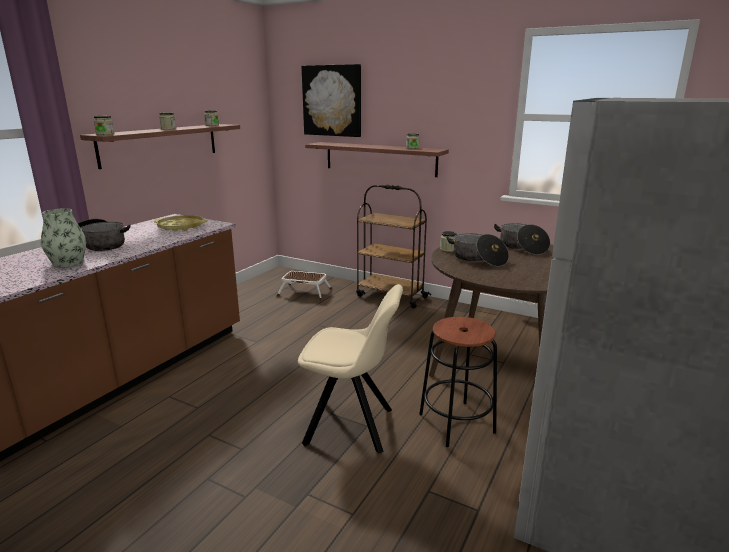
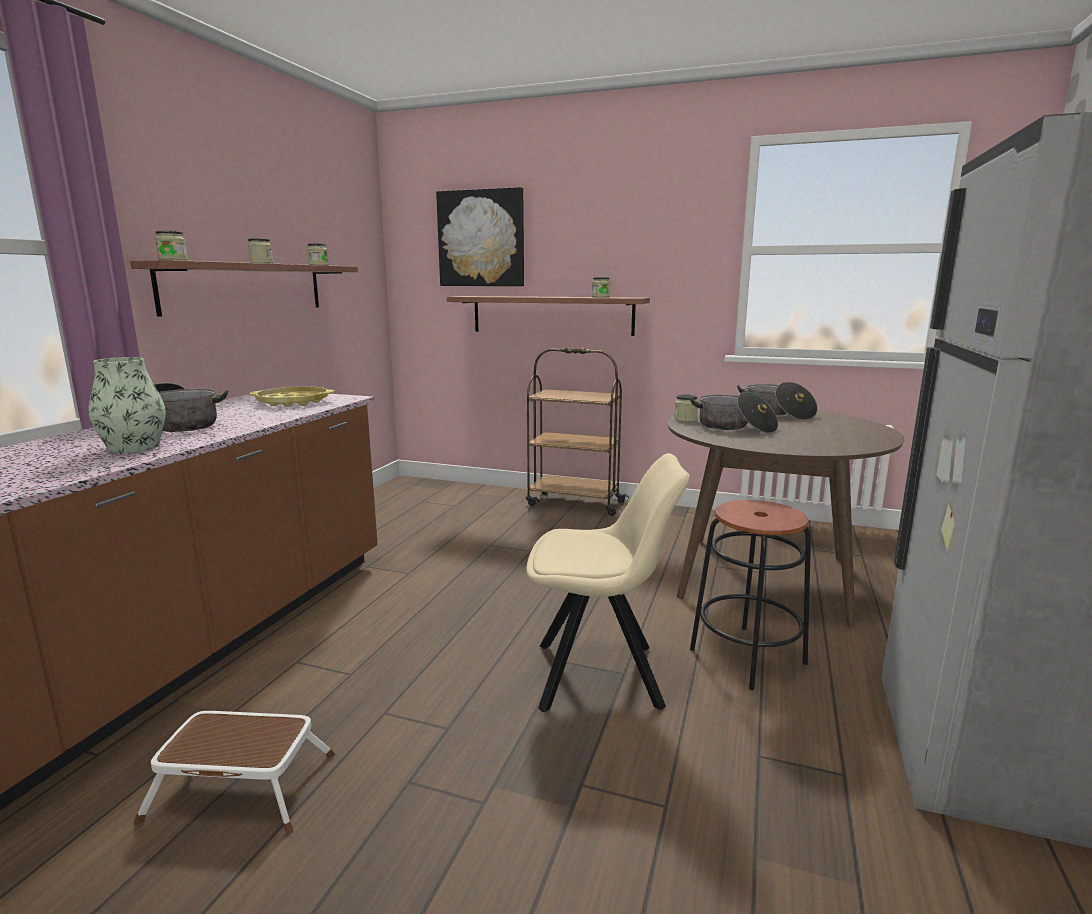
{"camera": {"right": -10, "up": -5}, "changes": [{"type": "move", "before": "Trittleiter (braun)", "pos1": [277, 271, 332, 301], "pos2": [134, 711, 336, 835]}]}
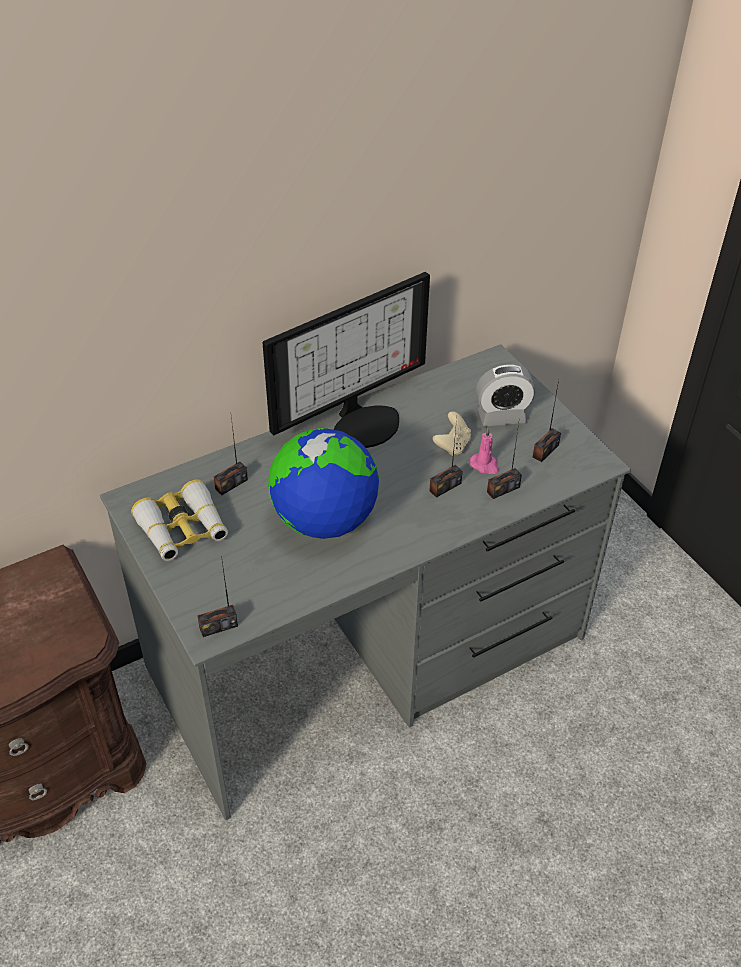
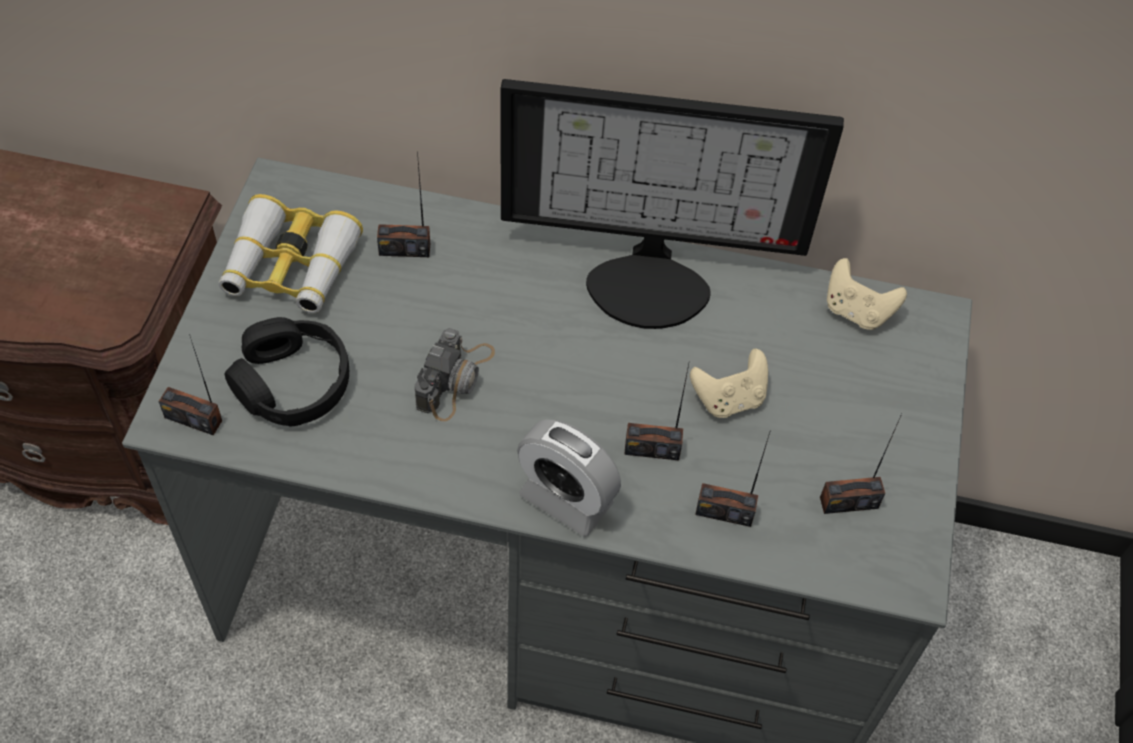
{"camera": {"right": 40, "up": 10}, "changes": [{"type": "replace", "before": "Globus", "after": "Kamera", "pos1": [268, 428, 379, 539], "pos2": [415, 328, 495, 421]}, {"type": "delete", "before": "Kerze (rosa)", "pos1": [470, 428, 499, 474]}, {"type": "move", "before": "Wecker", "pos1": [476, 364, 535, 426], "pos2": [517, 419, 621, 536]}, {"type": "insert", "after": "Kopfhörer (schwarz)", "pos2": [225, 317, 349, 427]}, {"type": "insert", "after": "Gamepad (beige)", "pos2": [827, 258, 907, 330]}]}
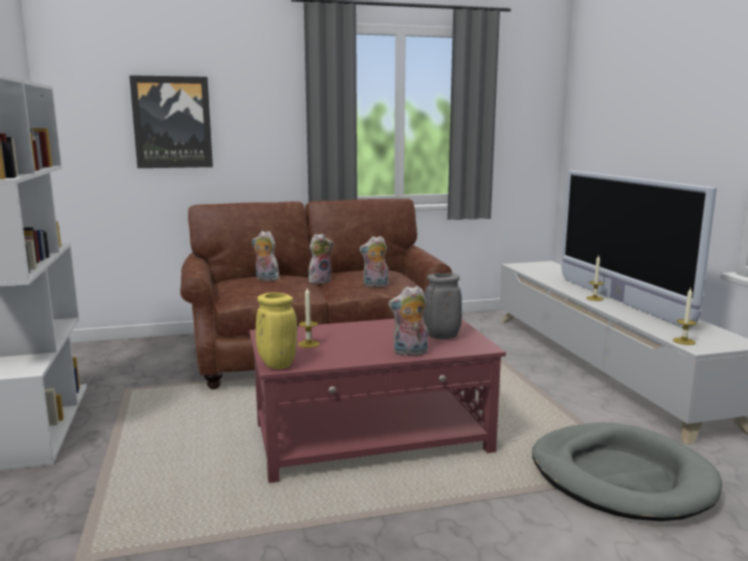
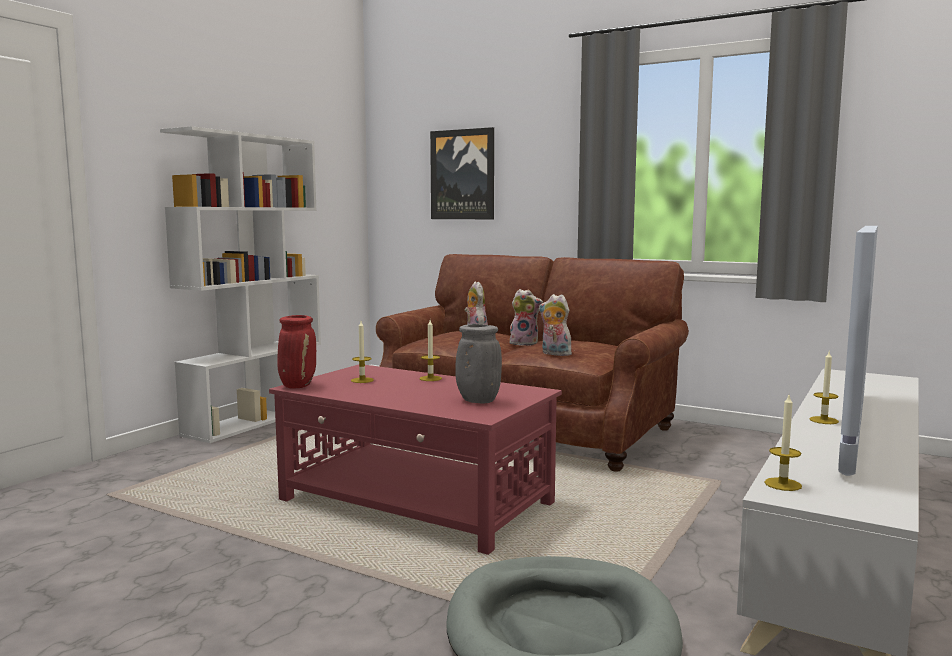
{"camera": {"right": 45, "up": -5}, "changes": [{"type": "recolor", "before": "Vase (gelb)", "after": "Vase (rot)", "pos1": [256, 293, 297, 369], "pos2": [278, 315, 316, 388]}, {"type": "delete", "before": "Plüschtier", "pos1": [388, 286, 428, 356]}, {"type": "insert", "after": "Kerze", "pos2": [419, 320, 442, 381]}]}
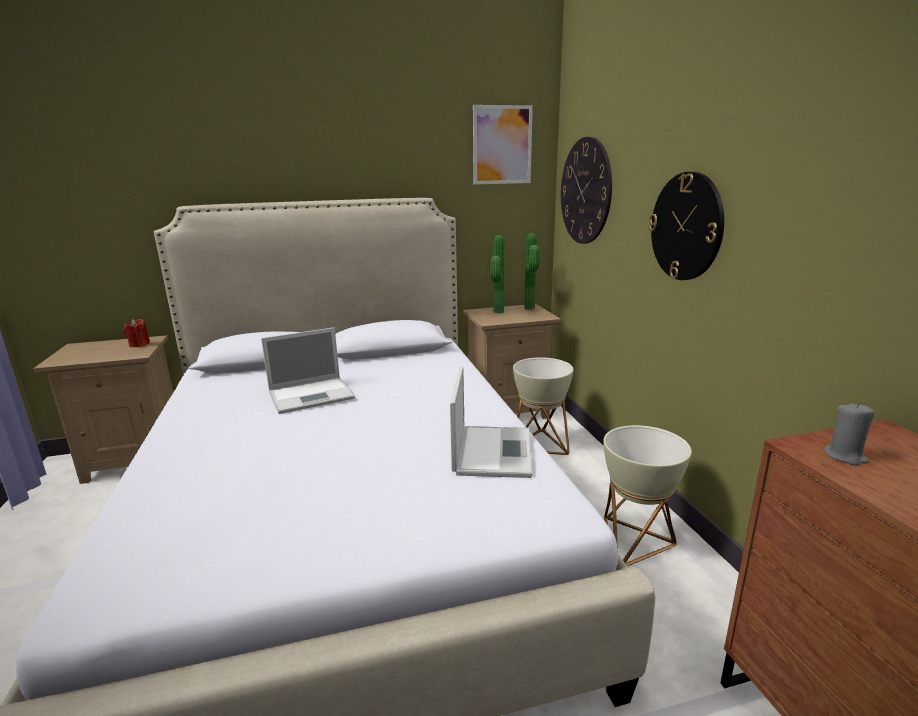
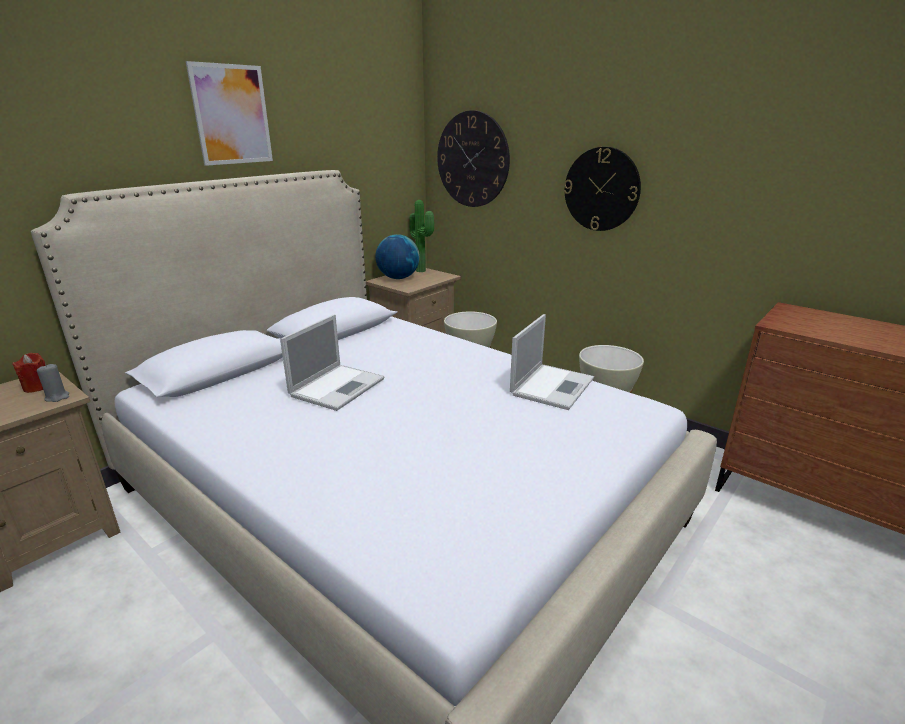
{"camera": {"right": -35, "up": 5}, "changes": [{"type": "rotate", "before": "Laptop", "pos1": [450, 366, 533, 478], "pos2": [510, 314, 594, 410], "turn": 60}, {"type": "move", "before": "Bild", "pos1": [473, 105, 533, 185], "pos2": [186, 61, 273, 166]}, {"type": "replace", "before": "Topfpflanze", "after": "Globus", "pos1": [491, 235, 504, 313], "pos2": [375, 234, 420, 279]}, {"type": "move", "before": "Kerze (grau)", "pos1": [824, 403, 874, 466], "pos2": [37, 364, 69, 402]}]}
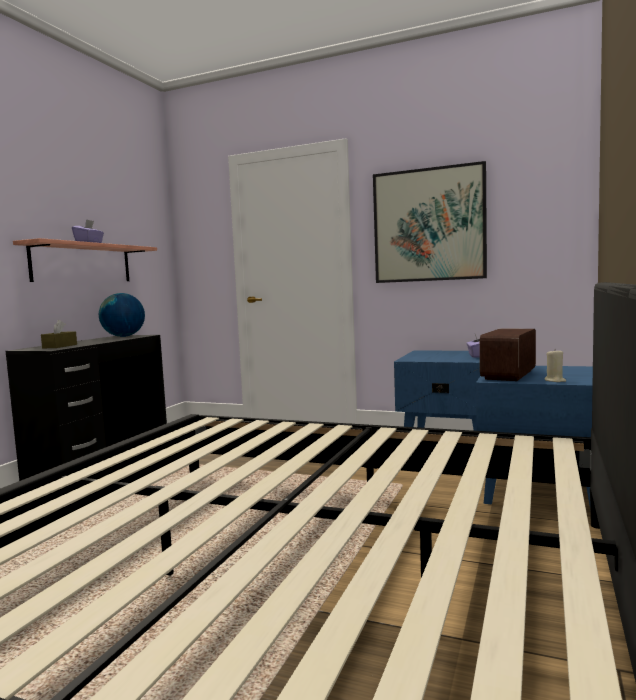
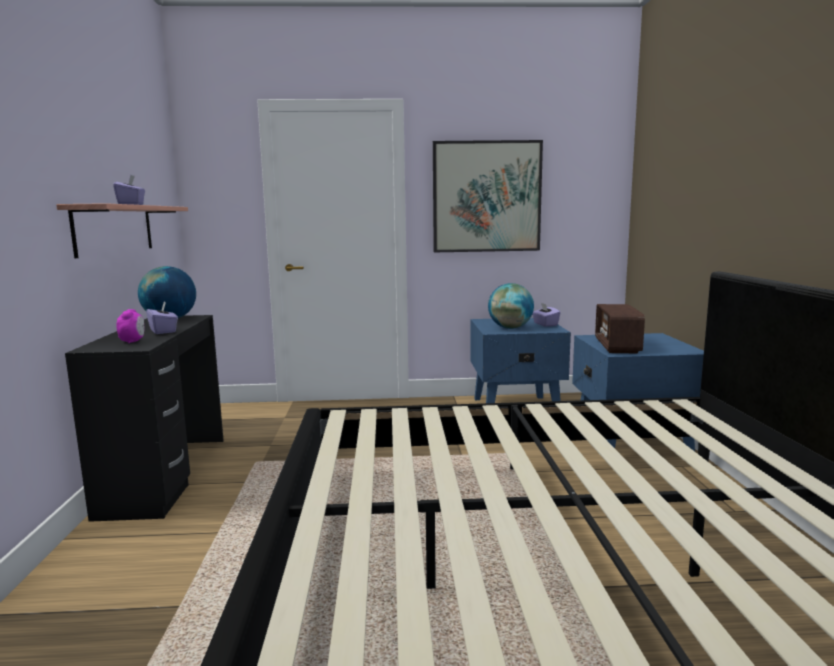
{"camera": {"right": -25, "up": 5}, "changes": [{"type": "replace", "before": "Taschentuchbox (braun)", "after": "Wecker", "pos1": [41, 320, 77, 348], "pos2": [117, 309, 144, 344]}, {"type": "delete", "before": "Kerze (beige)", "pos1": [545, 351, 566, 382]}, {"type": "insert", "after": "Taschentuchbox (lila)", "pos2": [146, 302, 178, 334]}, {"type": "insert", "after": "Globus", "pos2": [488, 283, 534, 329]}]}
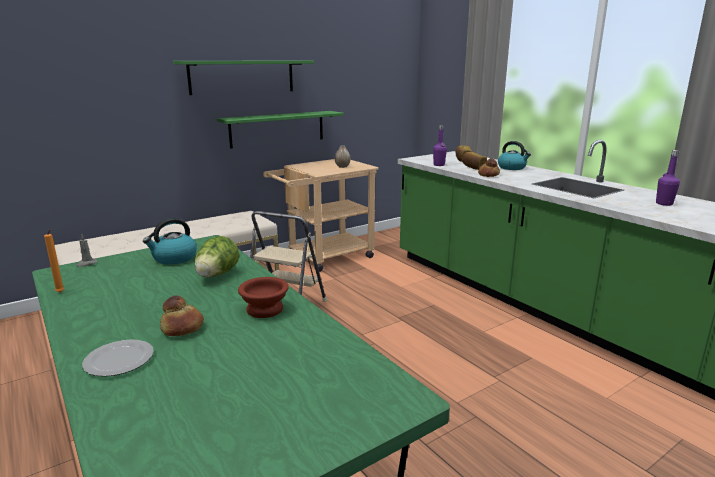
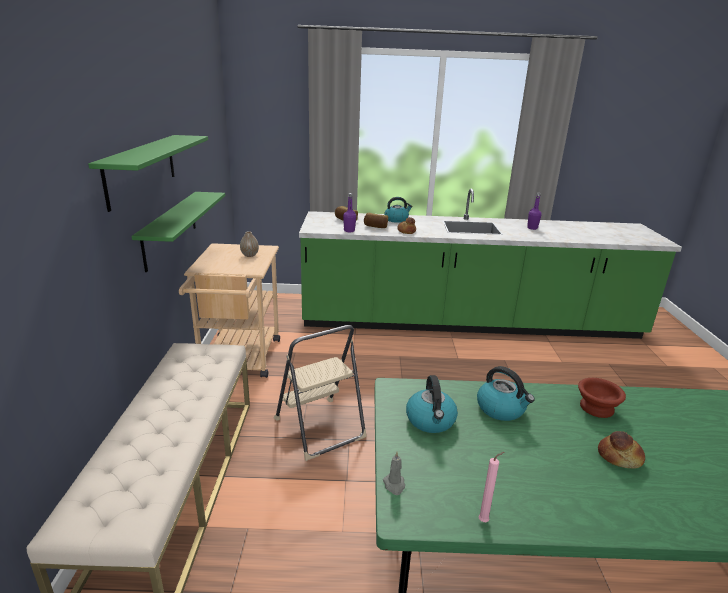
{"camera": {"right": -55, "up": 5}, "changes": [{"type": "recolor", "before": "Kerze (orange)", "after": "Kerze (rosa)", "pos1": [44, 230, 64, 293], "pos2": [478, 452, 504, 522]}, {"type": "delete", "before": "Teller", "pos1": [82, 339, 154, 377]}, {"type": "replace", "before": "Salatkopf", "after": "Wasserkessel", "pos1": [195, 236, 239, 277], "pos2": [477, 366, 535, 421]}]}
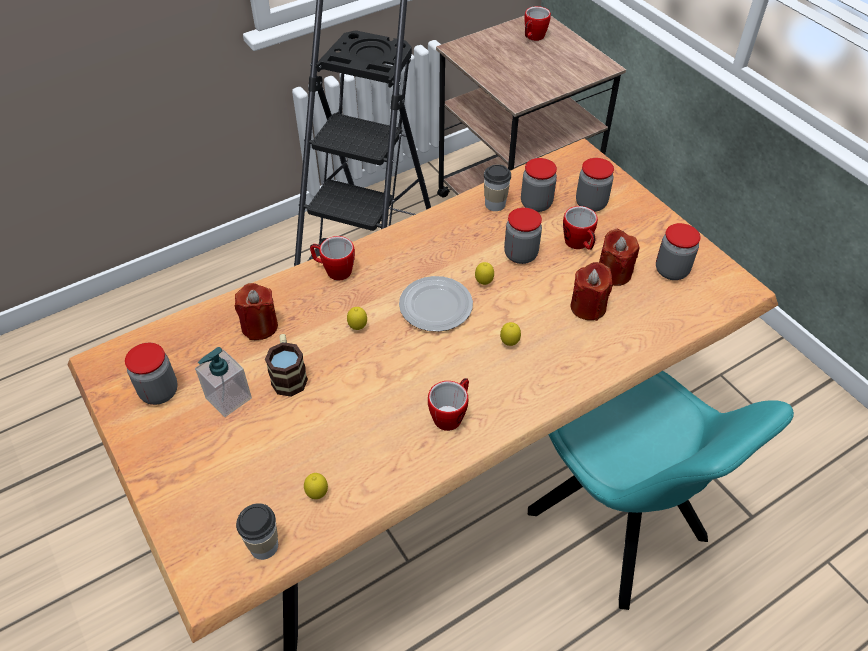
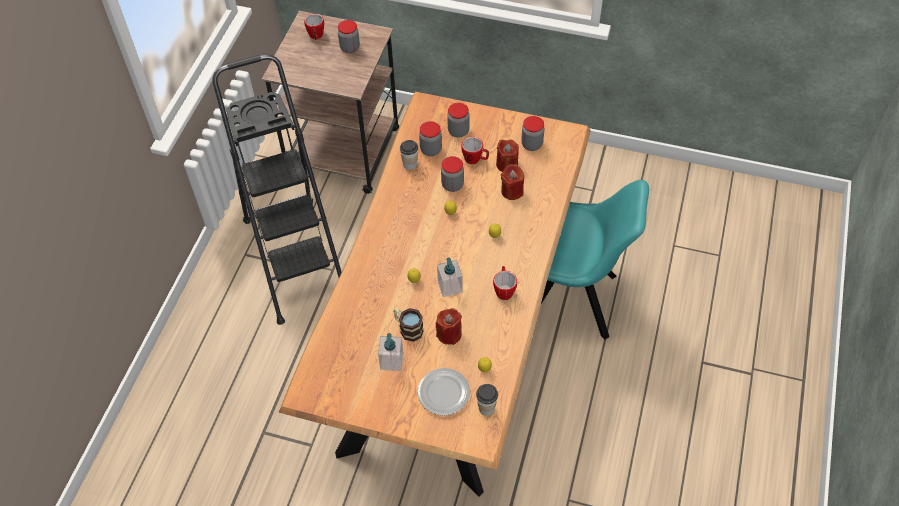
{"camera": {"right": -40, "up": 5}, "changes": [{"type": "move", "before": "Vorratsglas", "pos1": [125, 343, 178, 405], "pos2": [338, 20, 360, 53]}, {"type": "move", "before": "Kerze (rot)", "pos1": [235, 283, 278, 340], "pos2": [436, 308, 462, 345]}, {"type": "delete", "before": "Henkelbecher", "pos1": [310, 236, 355, 280]}, {"type": "move", "before": "Teller", "pos1": [399, 276, 473, 332], "pos2": [417, 368, 470, 416]}, {"type": "insert", "after": "Seifenspender", "pos2": [437, 258, 463, 297]}]}
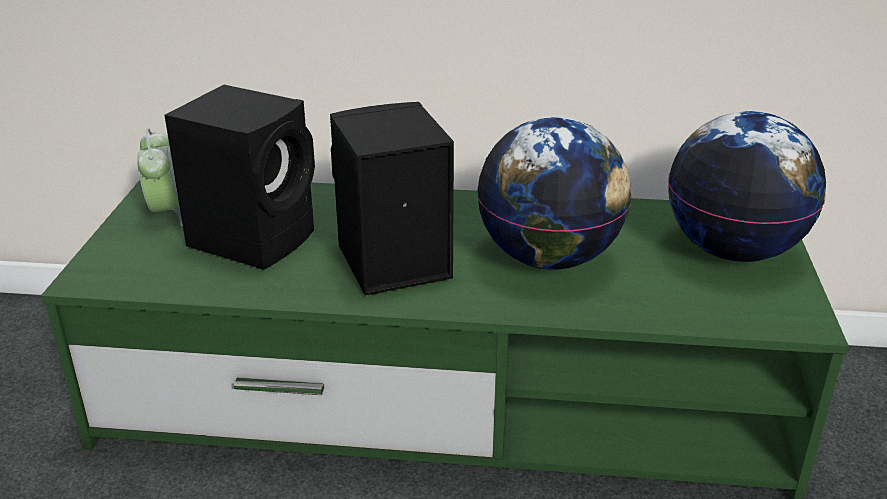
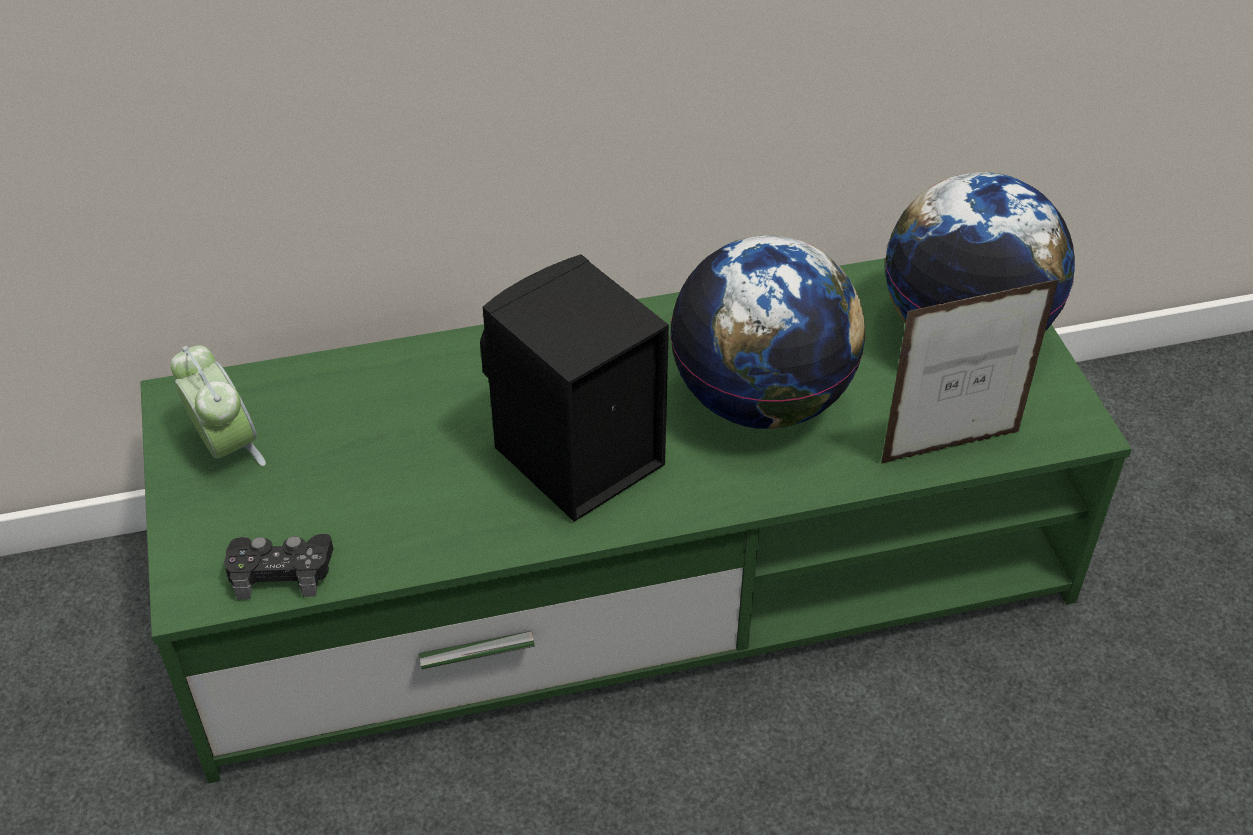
{"camera": {"right": -20, "up": 15}, "changes": [{"type": "delete", "before": "Lautsprecher (schwarz)", "pos1": [165, 85, 315, 270]}, {"type": "insert", "after": "Gamepad (schwarz)", "pos2": [224, 534, 333, 600]}, {"type": "insert", "after": "Bilderrahmen", "pos2": [881, 279, 1059, 464]}]}
